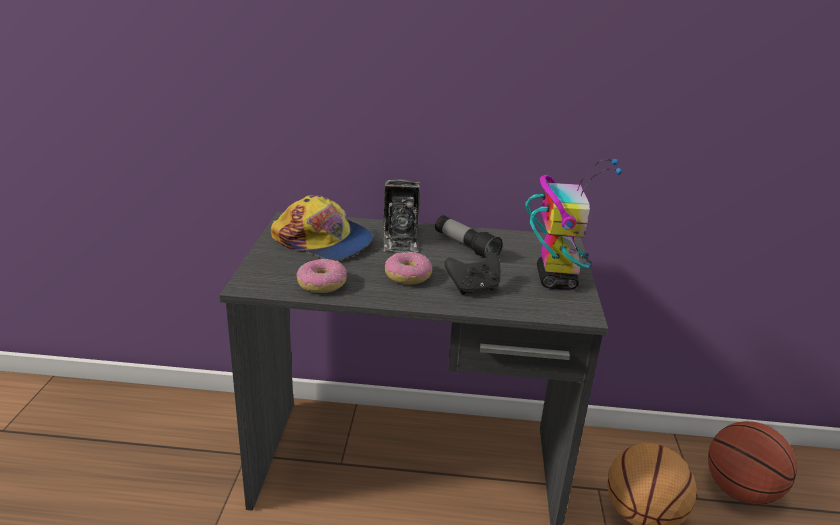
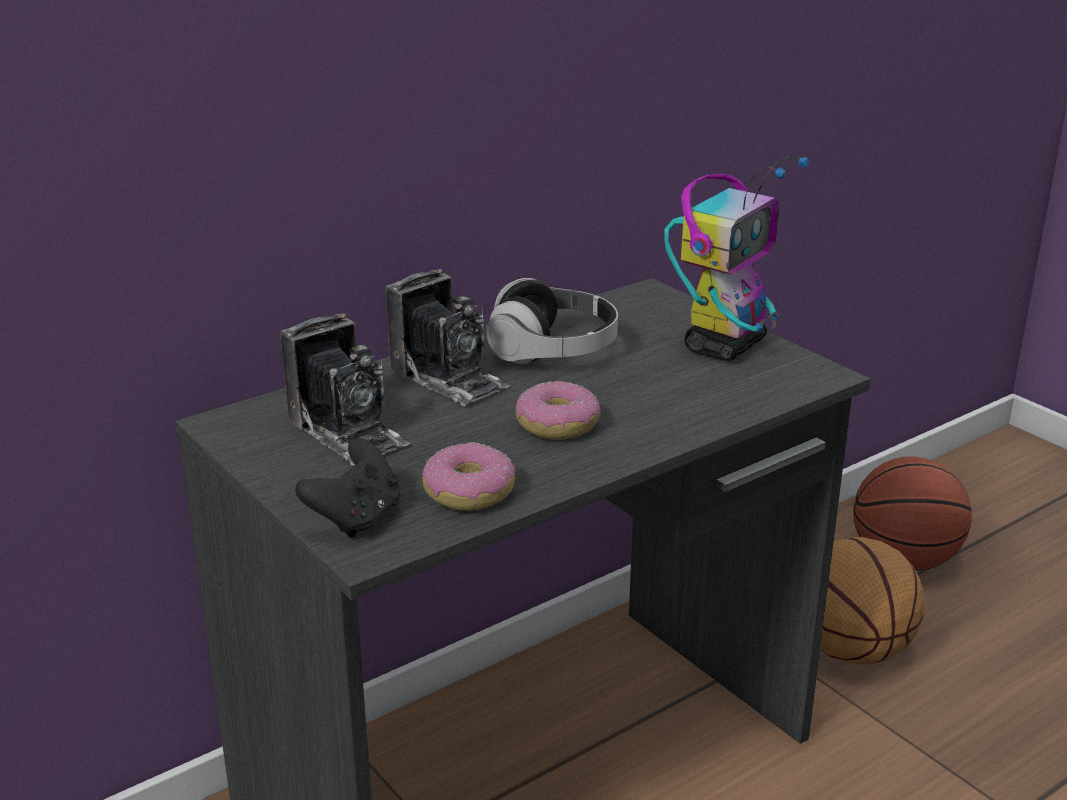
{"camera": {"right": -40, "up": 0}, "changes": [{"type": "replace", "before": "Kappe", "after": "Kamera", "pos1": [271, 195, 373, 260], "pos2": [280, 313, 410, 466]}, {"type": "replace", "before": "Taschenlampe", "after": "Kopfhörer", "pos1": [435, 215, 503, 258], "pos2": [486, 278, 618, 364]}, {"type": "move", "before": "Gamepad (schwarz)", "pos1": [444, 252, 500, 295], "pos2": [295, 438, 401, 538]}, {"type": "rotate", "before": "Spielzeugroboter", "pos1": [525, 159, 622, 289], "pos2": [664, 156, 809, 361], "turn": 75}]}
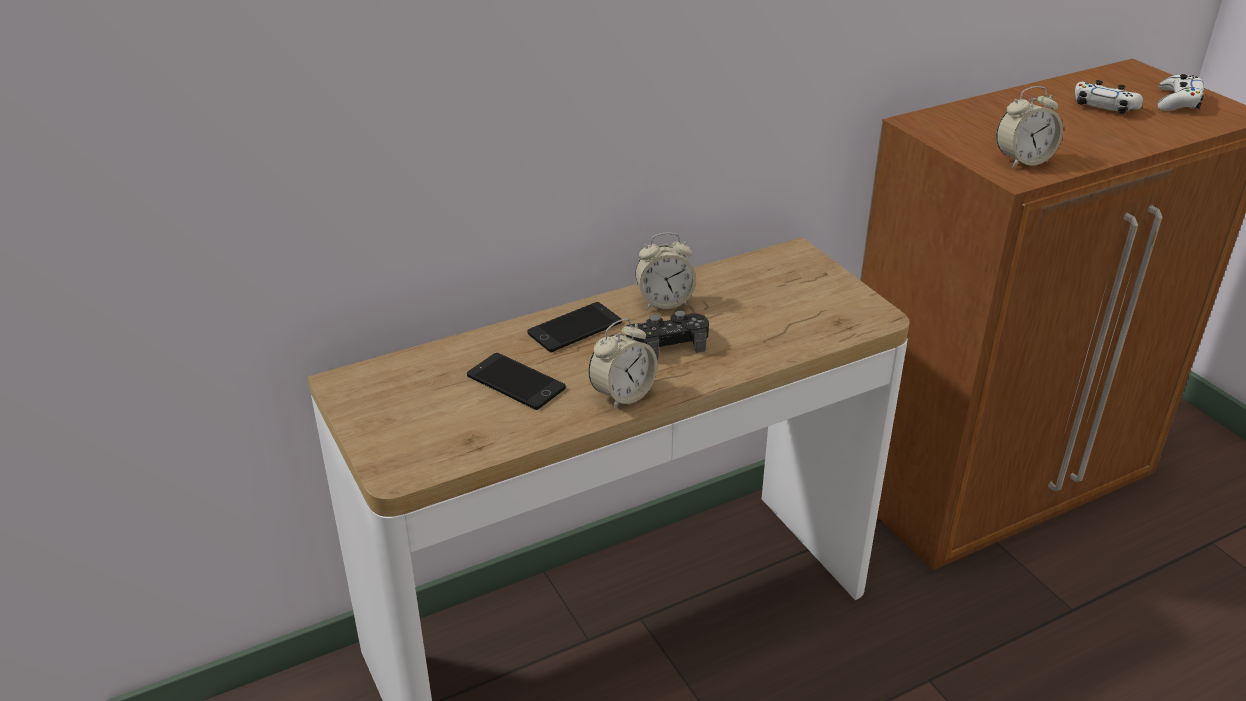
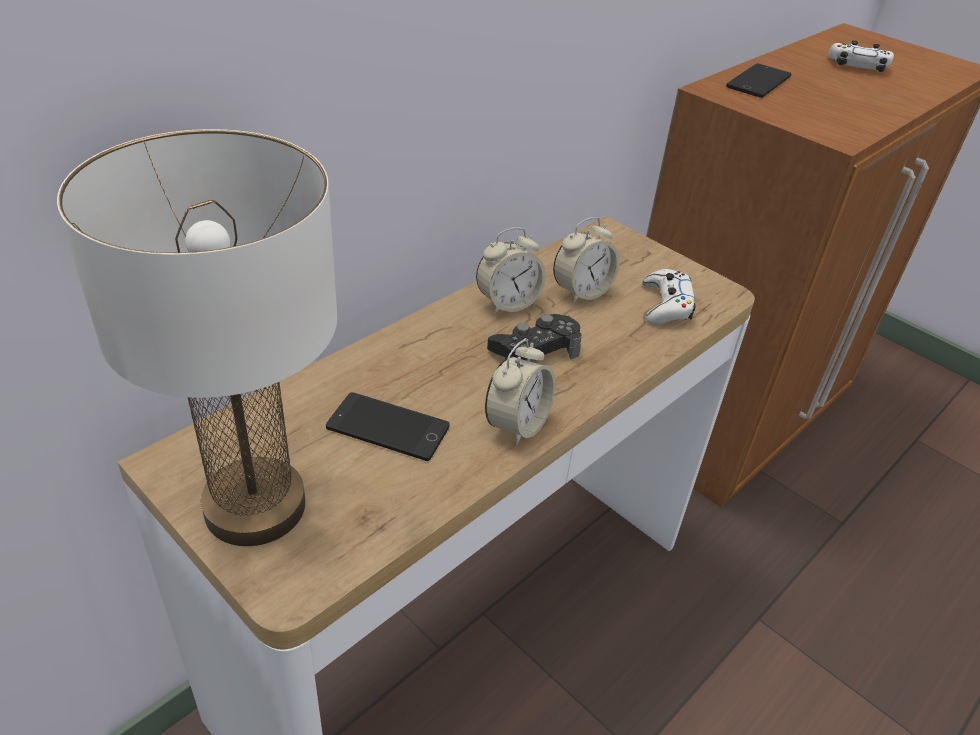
{"camera": {"right": -20, "up": 5}, "changes": [{"type": "move", "before": "Handy", "pos1": [527, 302, 622, 352], "pos2": [726, 63, 792, 98]}, {"type": "move", "before": "Wecker", "pos1": [996, 86, 1063, 168], "pos2": [553, 217, 619, 304]}, {"type": "move", "before": "Gamepad (weiß)", "pos1": [1157, 74, 1204, 111], "pos2": [642, 269, 696, 325]}, {"type": "insert", "after": "Tischlampe", "pos2": [57, 129, 337, 546]}]}
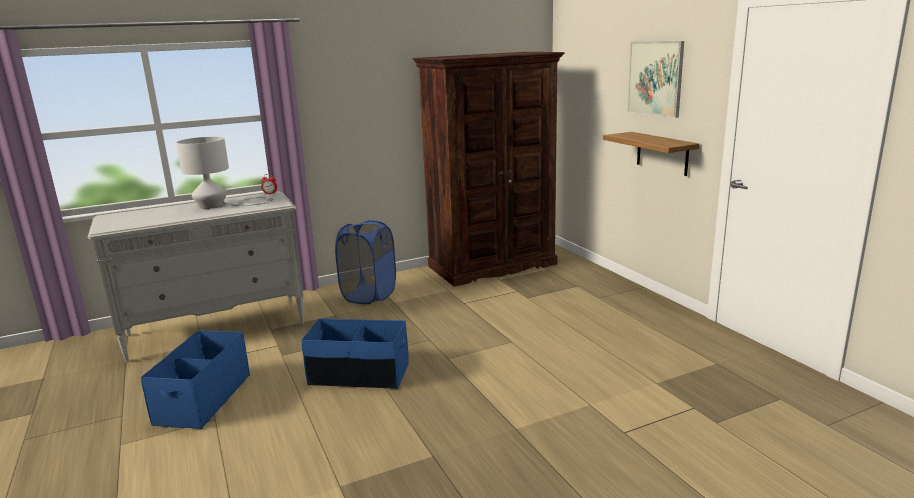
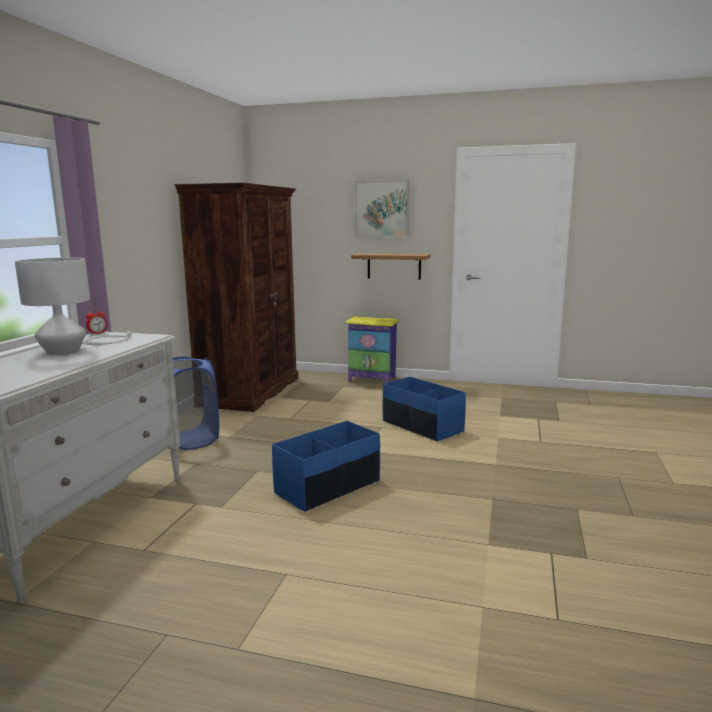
{"camera": {"right": -50, "up": -5}, "changes": [{"type": "move", "before": "Aufbewahrungsbox (blau)", "pos1": [141, 330, 250, 429], "pos2": [383, 377, 466, 442]}, {"type": "insert", "after": "Nachttisch", "pos2": [345, 316, 399, 383]}]}
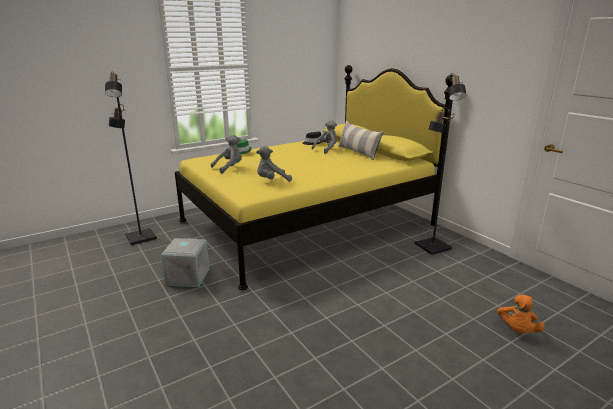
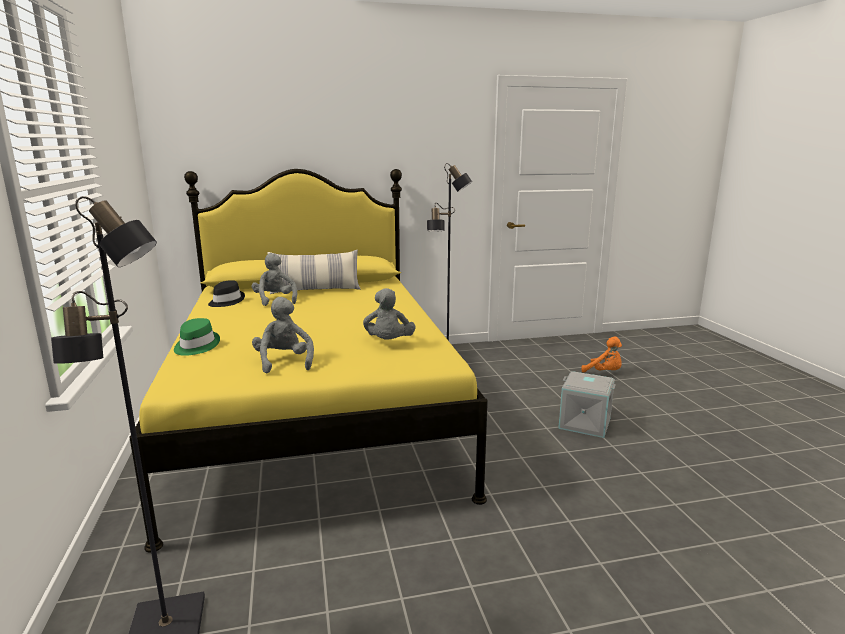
{"camera": {"right": -70, "up": -5}, "changes": [{"type": "move", "before": "Aufbewahrungsbox (grau)", "pos1": [161, 238, 209, 287], "pos2": [558, 371, 616, 438]}]}
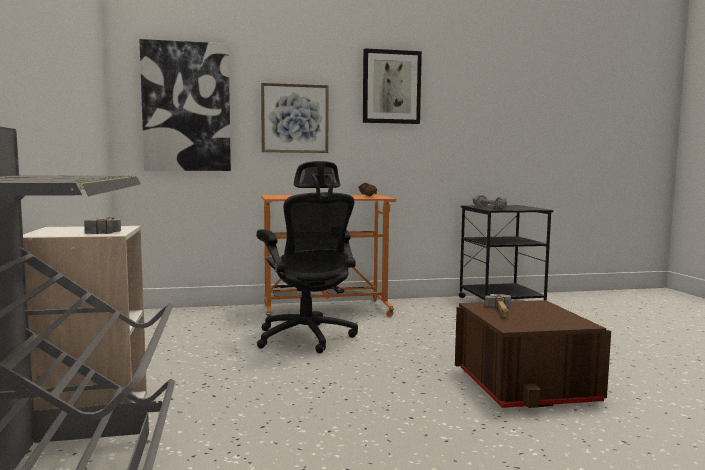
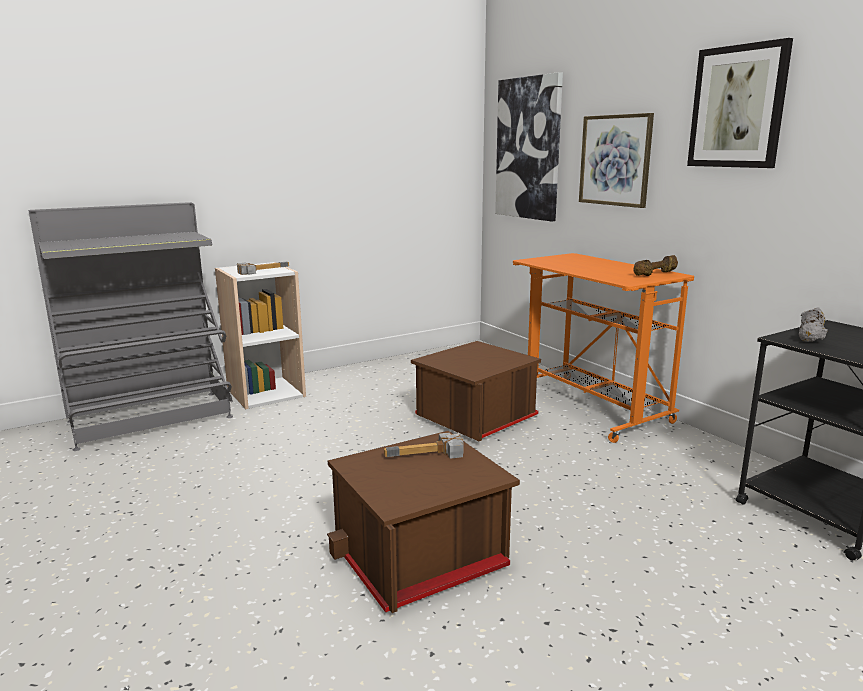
{"camera": {"right": 70, "up": 10}, "changes": [{"type": "replace", "before": "Bürostuhl", "after": "Aufbewahrungsbox (braun)", "pos1": [257, 161, 358, 353], "pos2": [411, 341, 541, 442]}]}
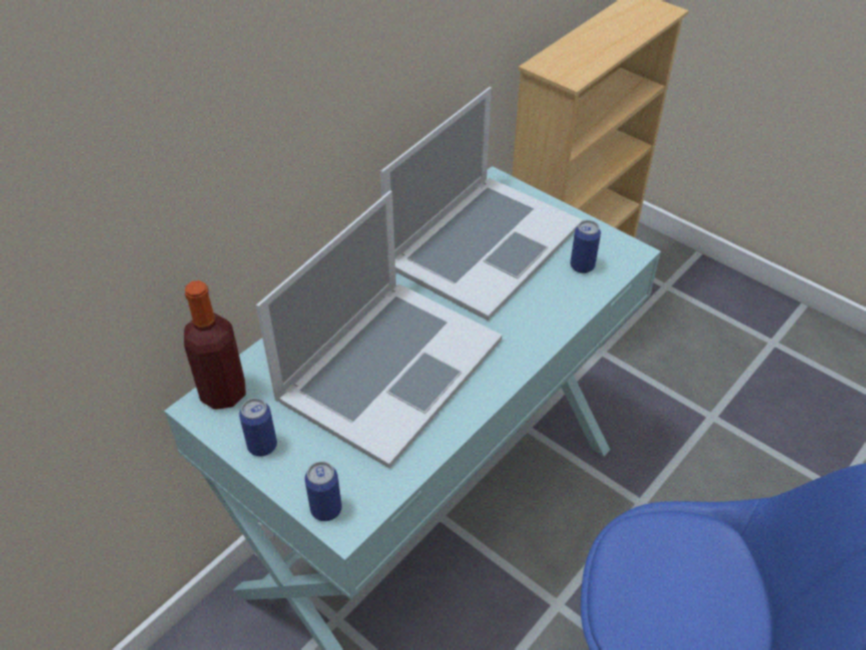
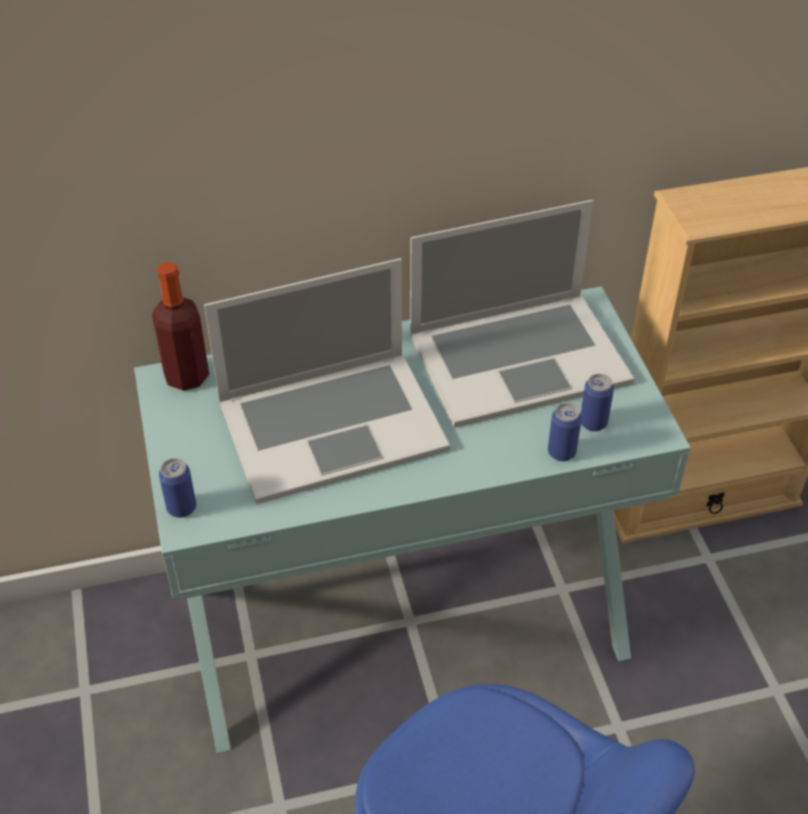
{"camera": {"right": 35, "up": 0}, "changes": [{"type": "move", "before": "Dose", "pos1": [239, 398, 277, 456], "pos2": [548, 403, 582, 461]}]}
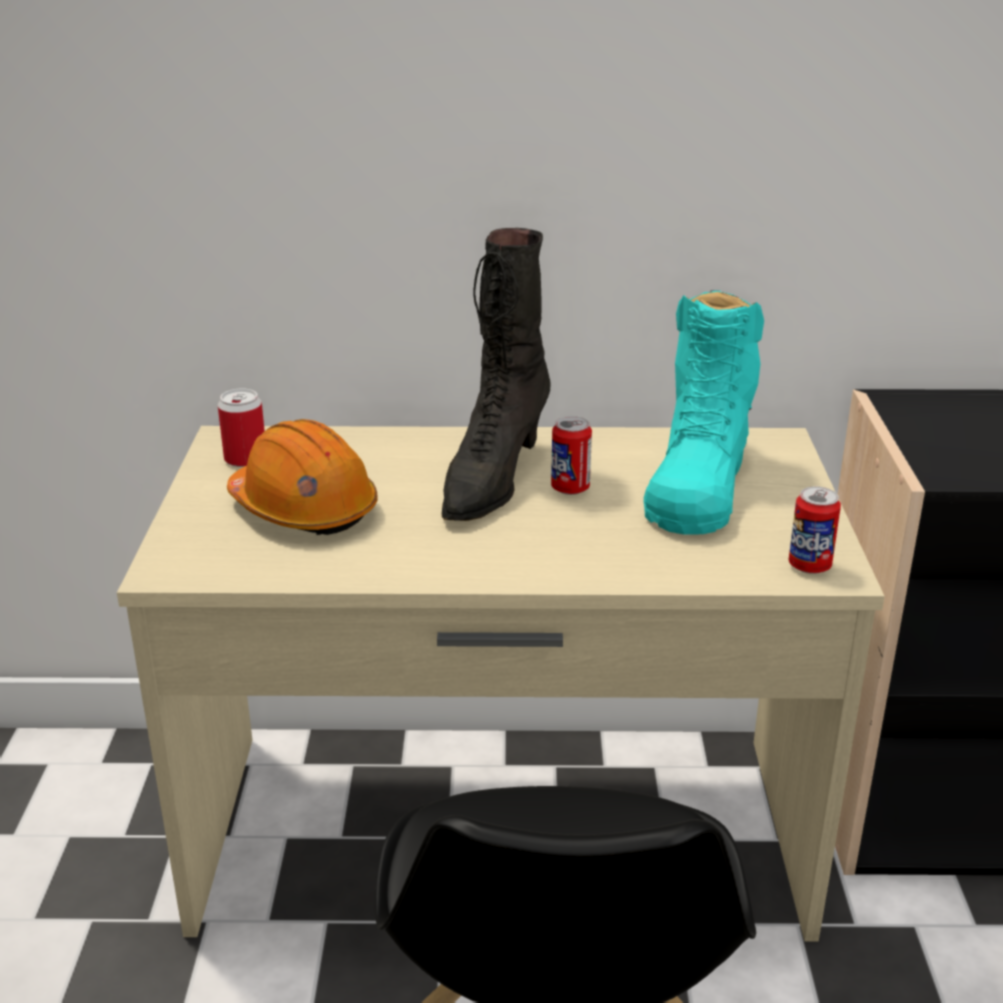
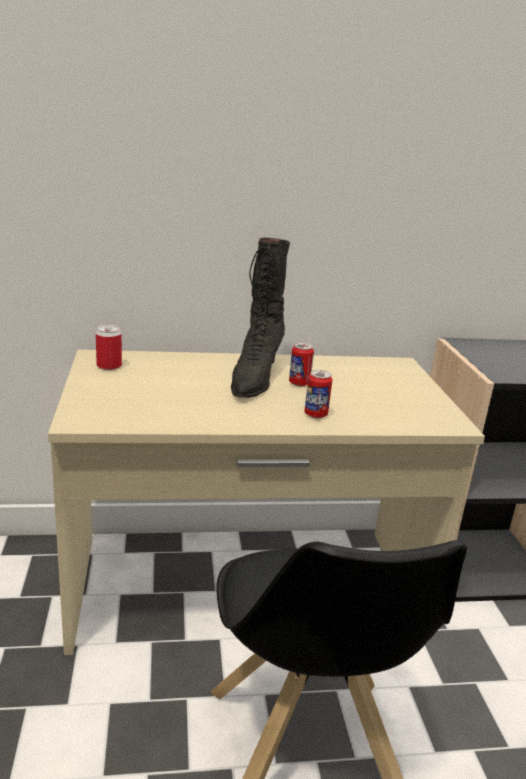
{"camera": {"right": -10, "up": -5}, "changes": [{"type": "delete", "before": "Schutzhelm (orange)", "pos1": [227, 419, 378, 535]}, {"type": "delete", "before": "Stiefel (türkis)", "pos1": [644, 291, 764, 535]}, {"type": "move", "before": "Dose", "pos1": [789, 486, 841, 574], "pos2": [304, 370, 333, 419]}]}
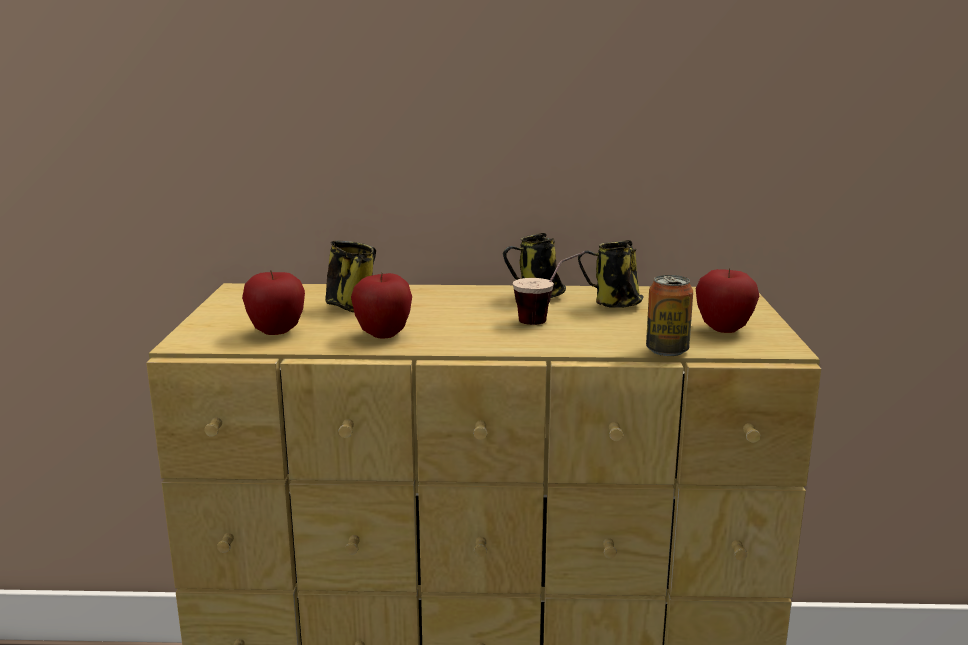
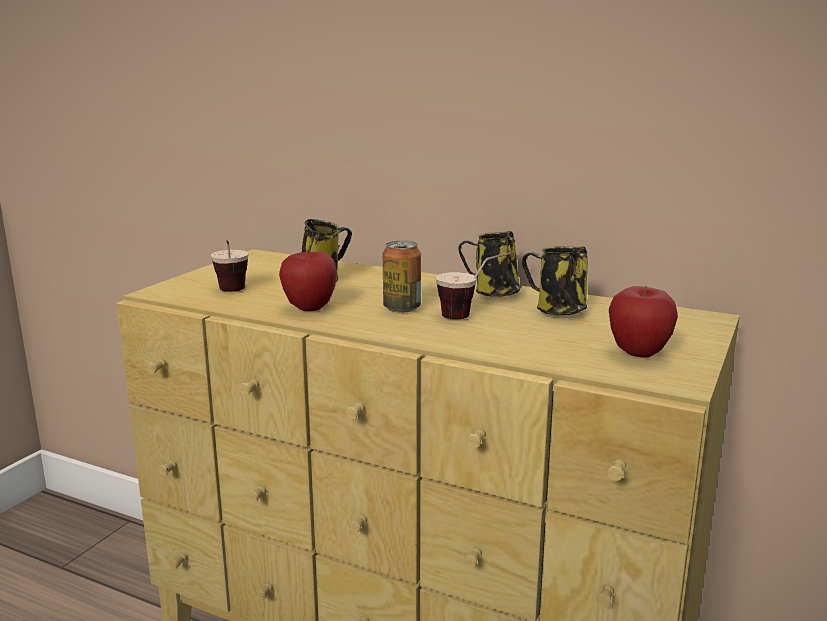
{"camera": {"right": 25, "up": 0}, "changes": [{"type": "replace", "before": "Apfel", "after": "Tasse", "pos1": [242, 271, 305, 335], "pos2": [211, 240, 249, 292]}, {"type": "move", "before": "Dose", "pos1": [646, 275, 693, 356], "pos2": [383, 241, 421, 313]}]}
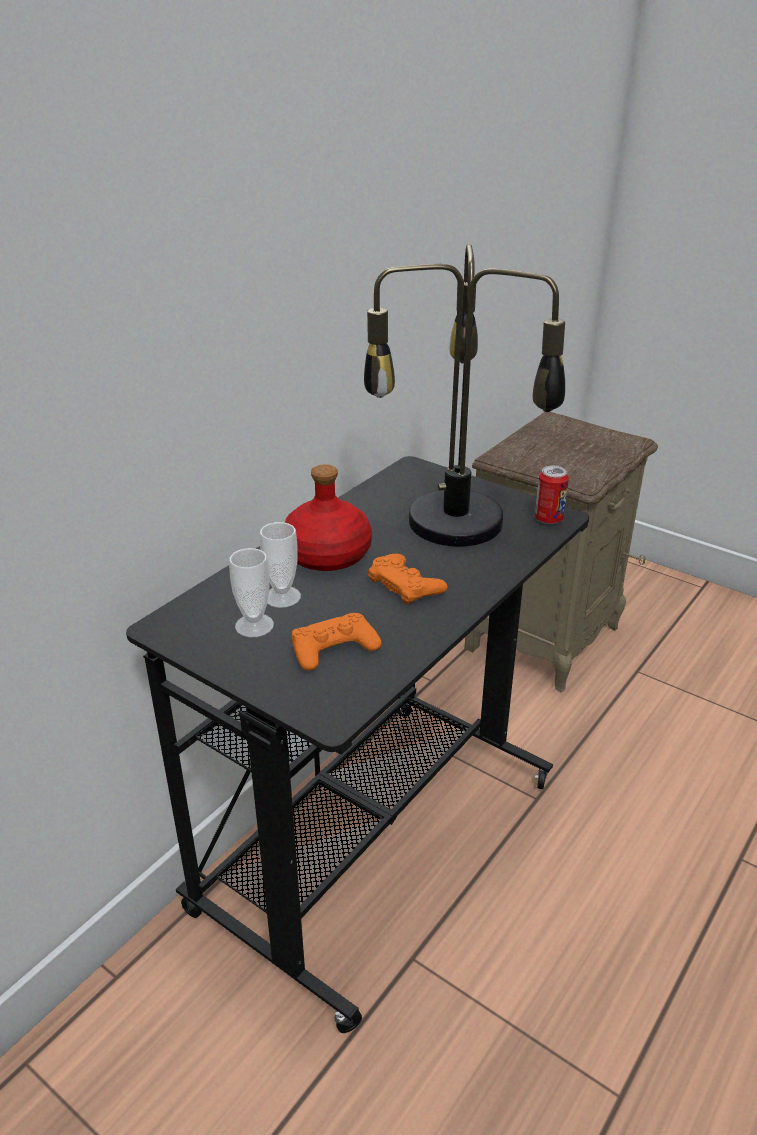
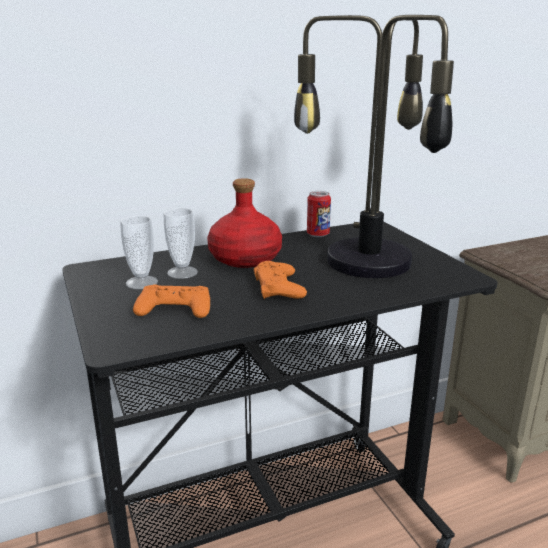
{"camera": {"right": 30, "up": -10}, "changes": [{"type": "move", "before": "Dose", "pos1": [535, 466, 569, 524], "pos2": [307, 191, 331, 237]}]}
